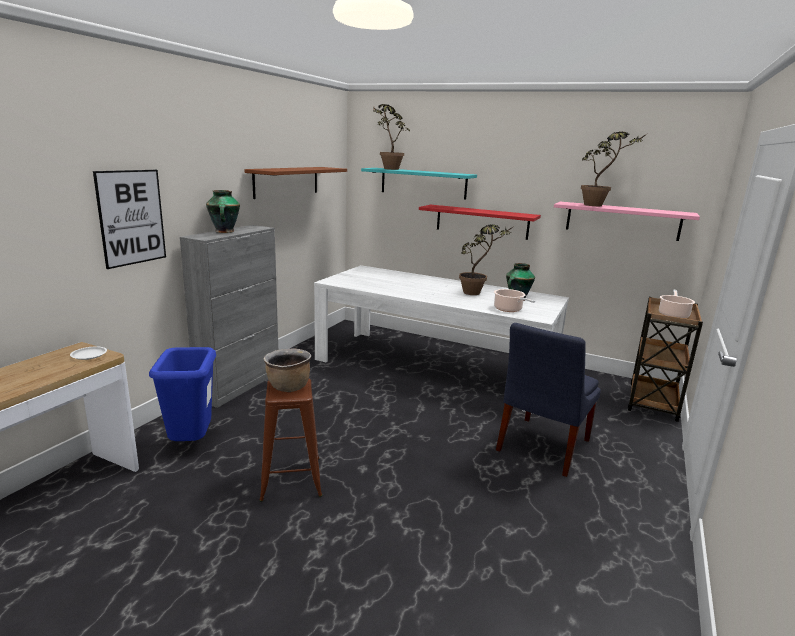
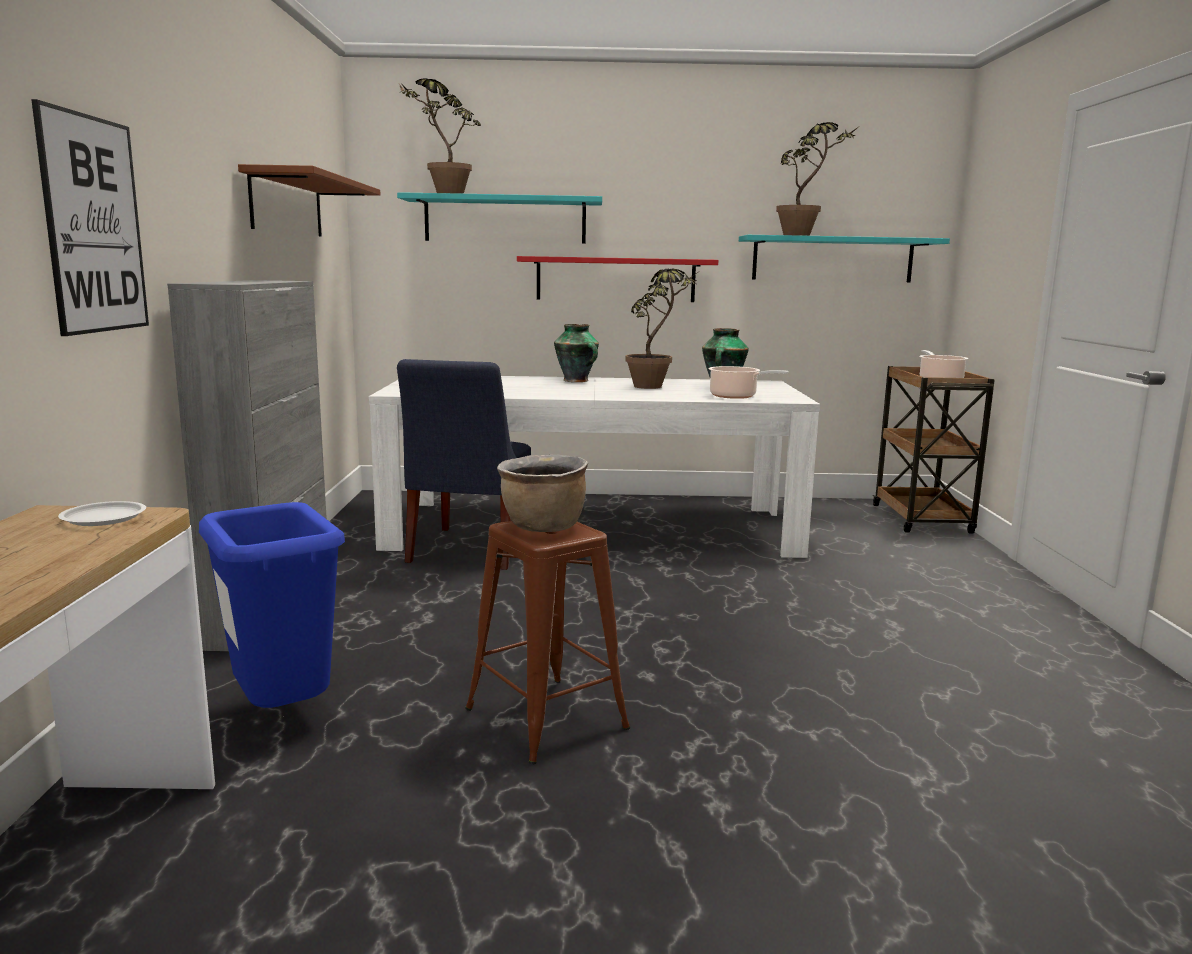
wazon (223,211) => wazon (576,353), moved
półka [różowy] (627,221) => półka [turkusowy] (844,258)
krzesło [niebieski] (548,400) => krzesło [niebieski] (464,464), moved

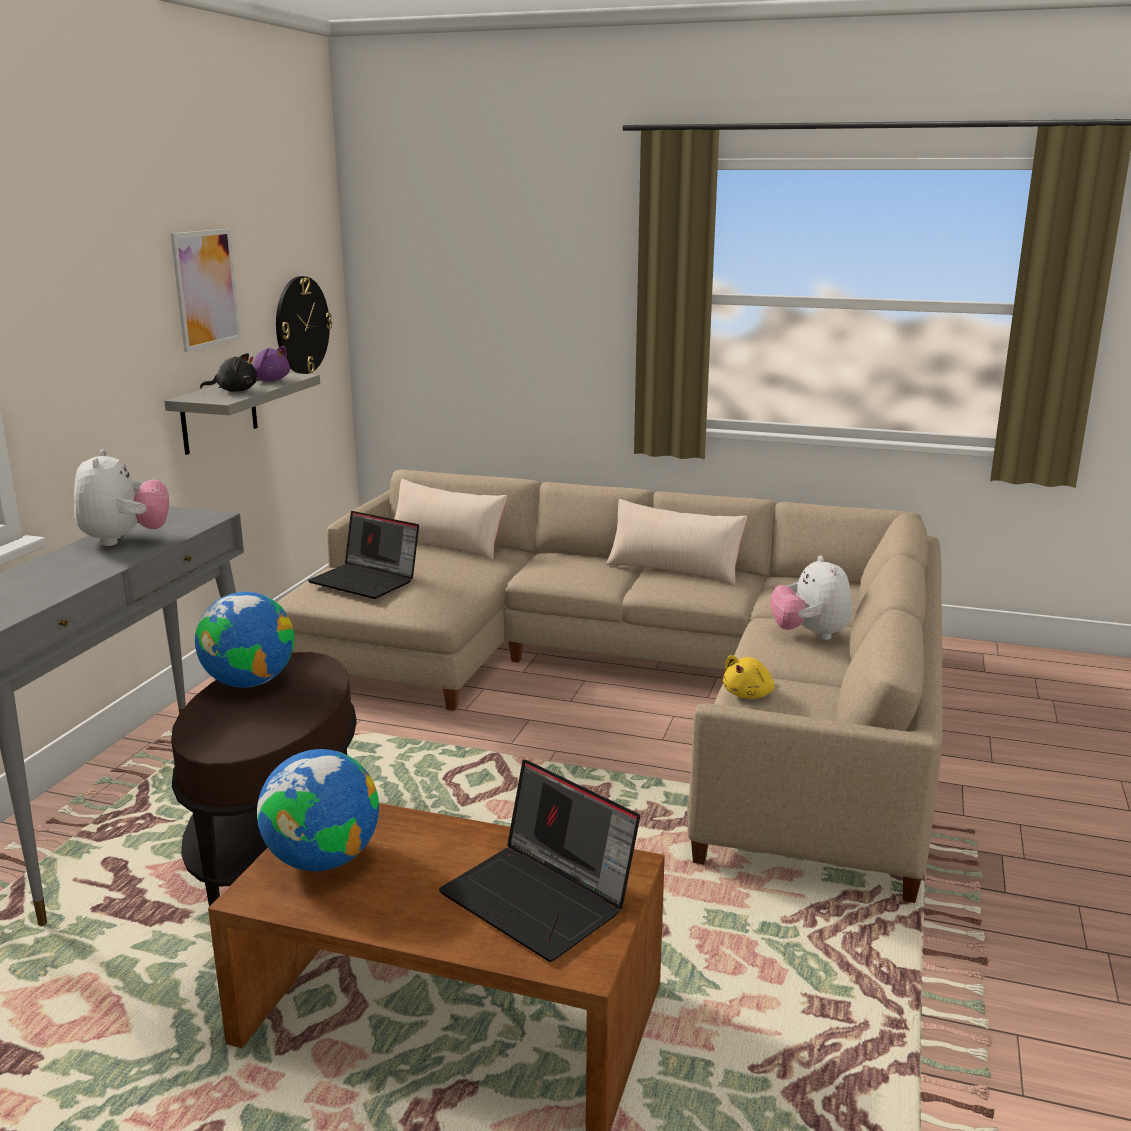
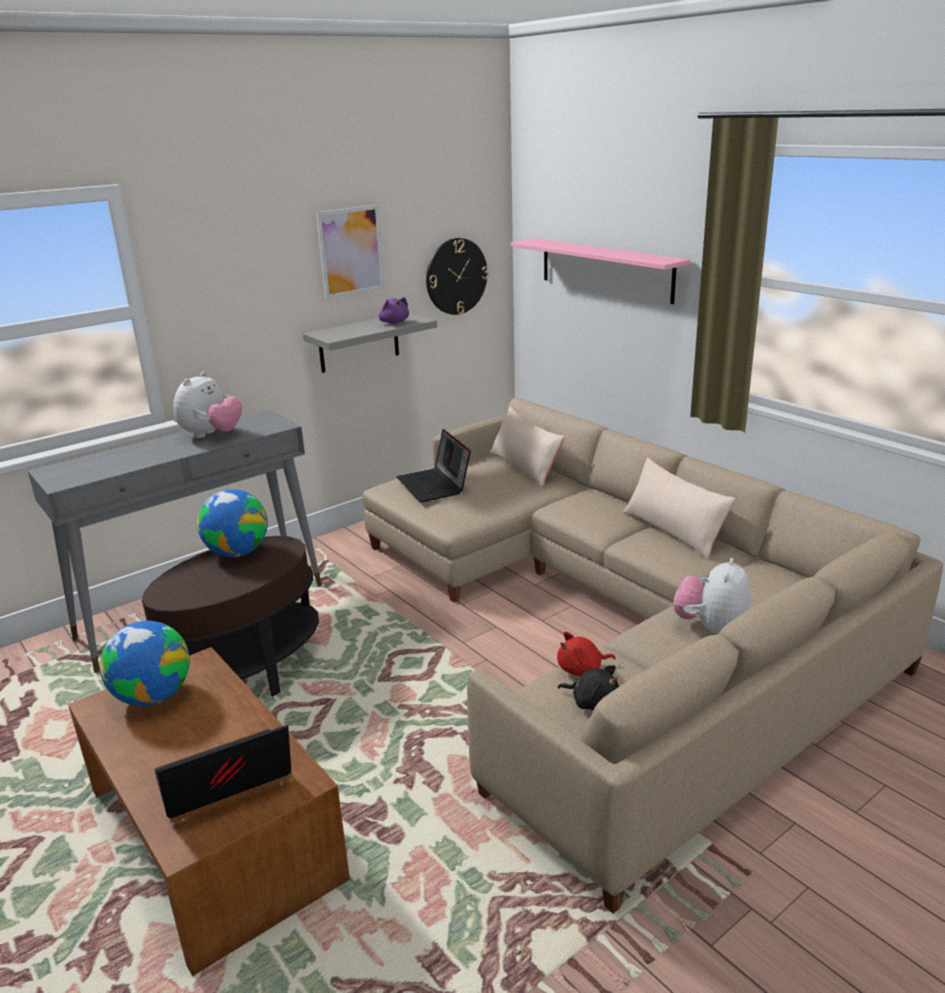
pluszak [czarny] (229,372) => pluszak [czarny] (588,687), moved
pluszak [żółty] (748,677) => pluszak [czerwony] (586,654)
laptop (539,860) => laptop (222,771), 75 degrees clockwise
nothing => półka [różowy] (601,271)

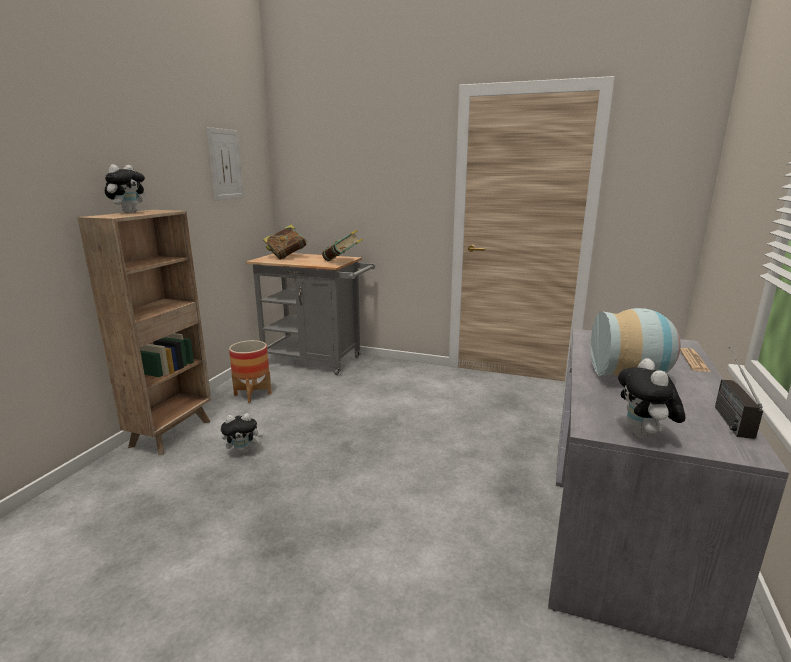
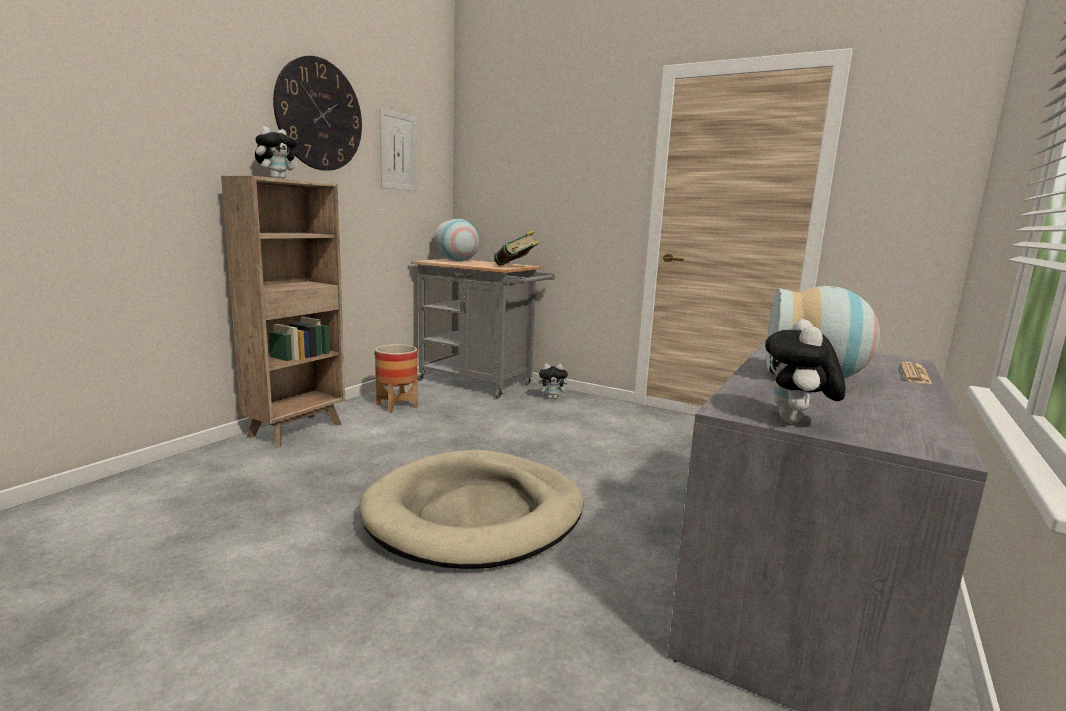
książka (285,242) => wazon (456,240)
radio (739,393) => nothing
pluszak (242,434) => pluszak (554,381), moved
nothing => zegar ścienny (317,113)
nothing => legowisko [beżowy] (472,509)

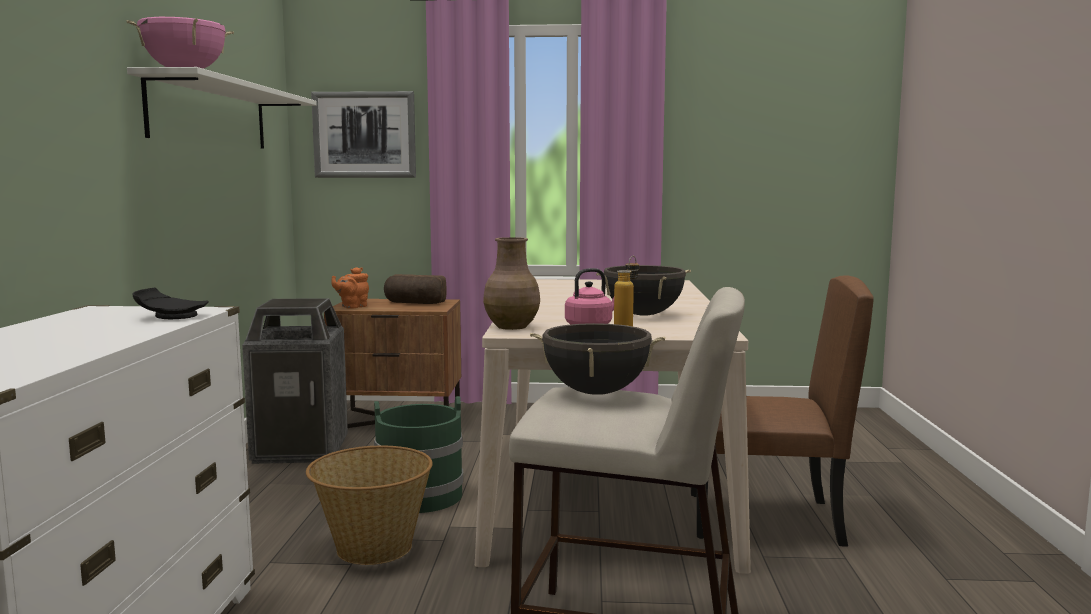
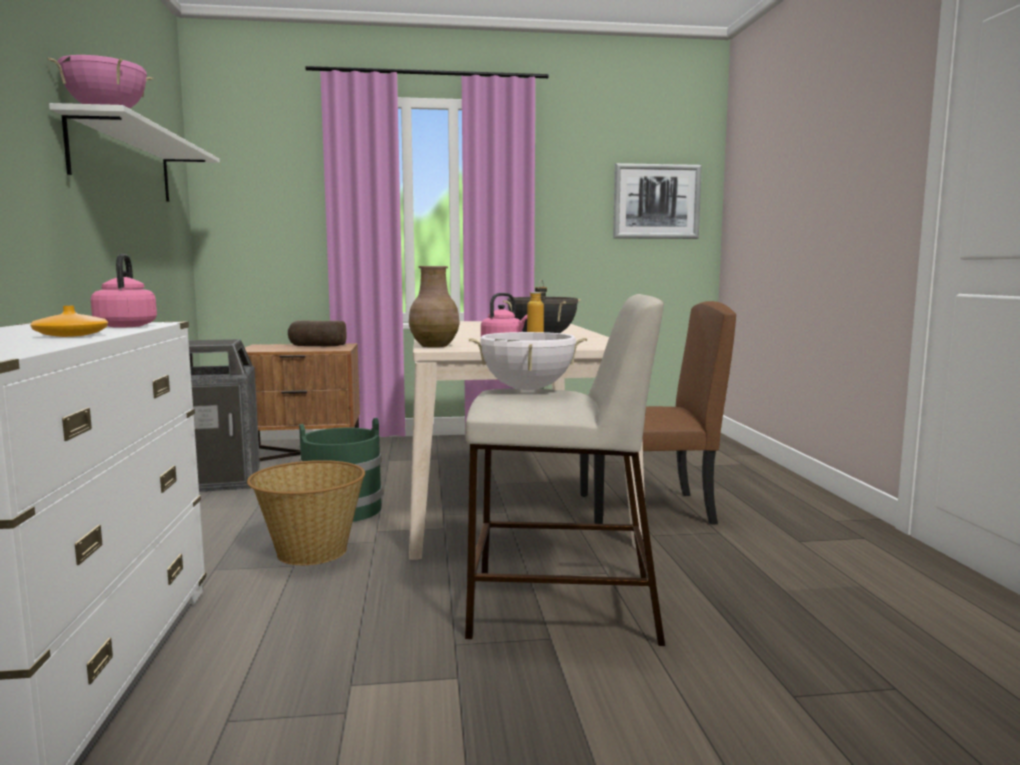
obraz (363,134) => obraz (657,201), moved
imbryk [pomarańczowy] (350,288) => nothing
talerz [czarny] (171,304) => czajnik [różowy] (124,291)
garnek [czarny] (598,359) => garnek [biały] (527,361)
nothing => wazon [pomarańczowy] (69,321)

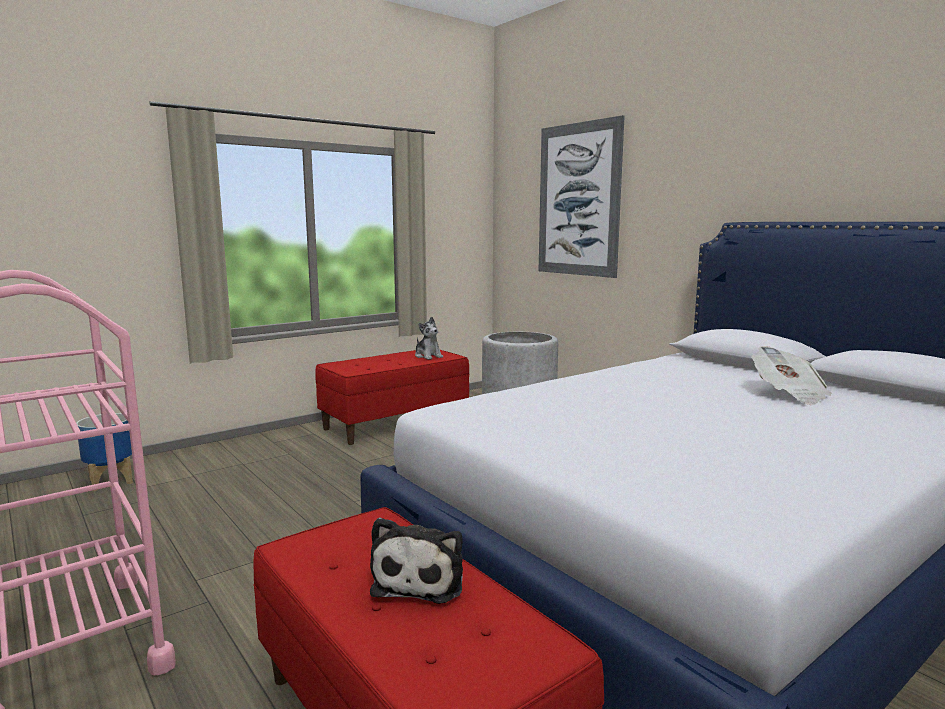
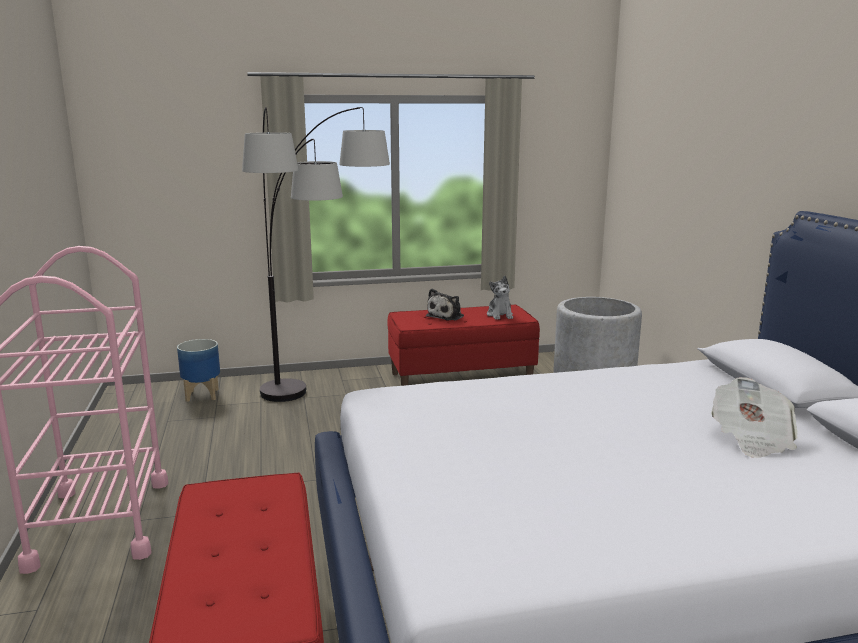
obraz (582,196) => nothing
pluszak (416,560) => pluszak (445,304), moved
nothing => lampa stojąca (316,254)

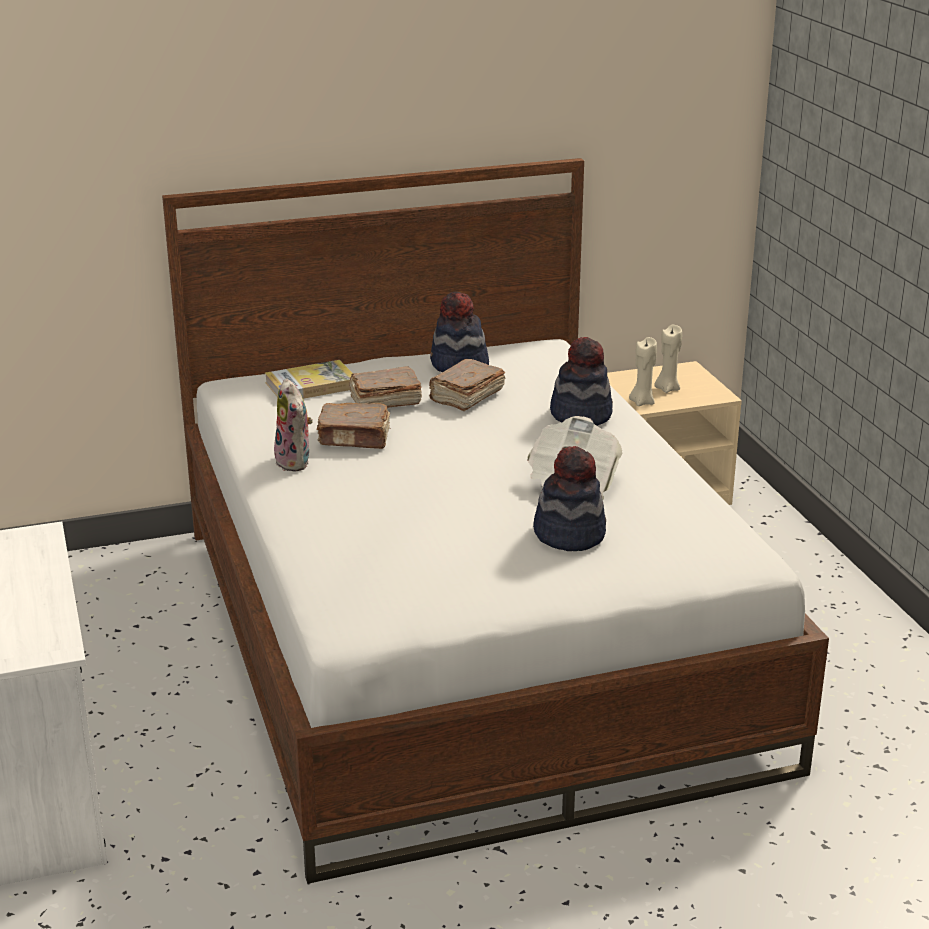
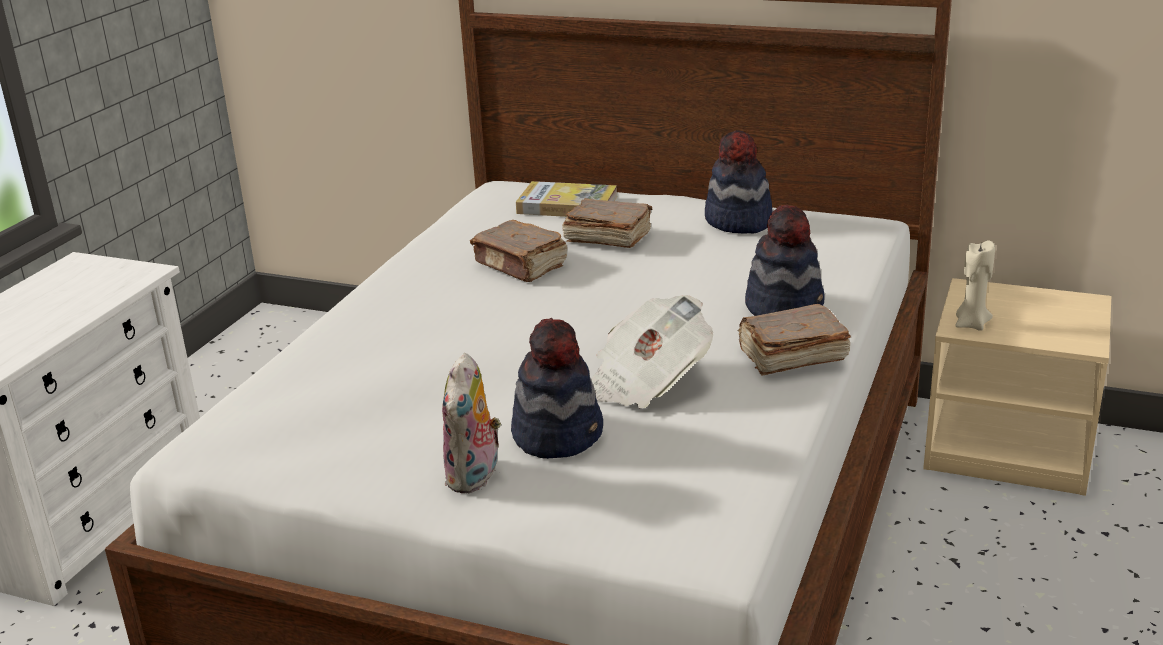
świeca [beżowy] (668,359) => nothing
książka [brązowy] (467,385) => książka [brązowy] (794,339), moved
pluszak (293,424) => pluszak (471,423), moved

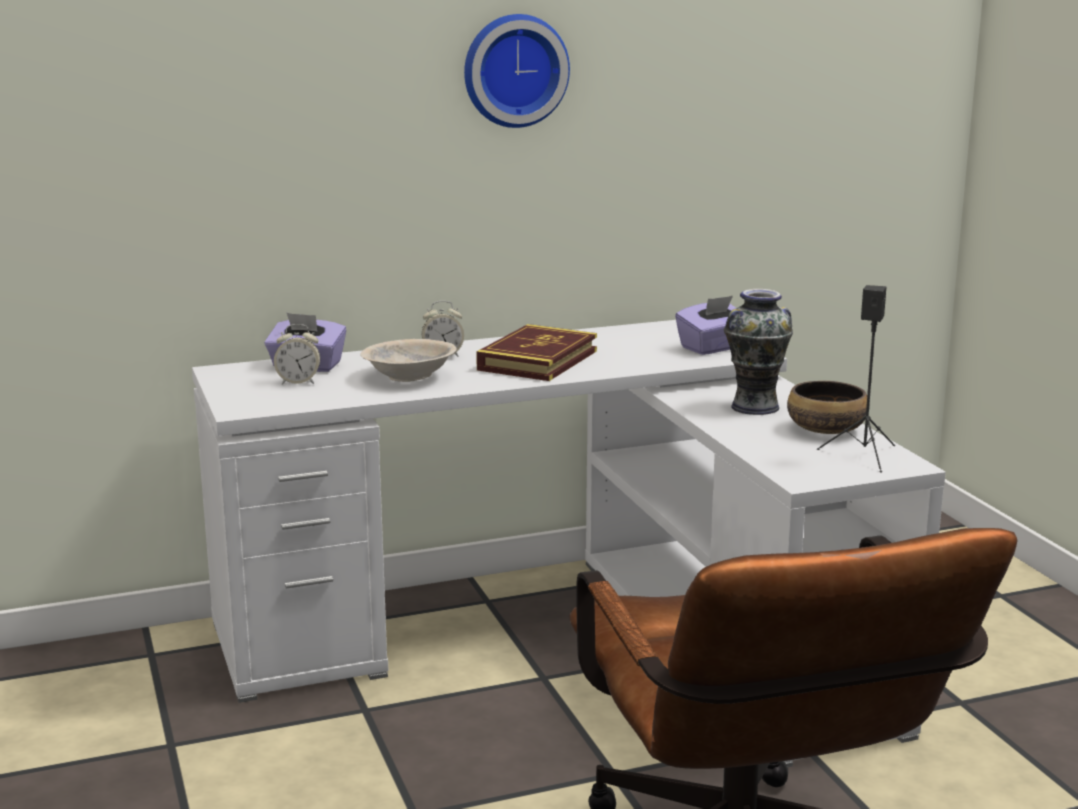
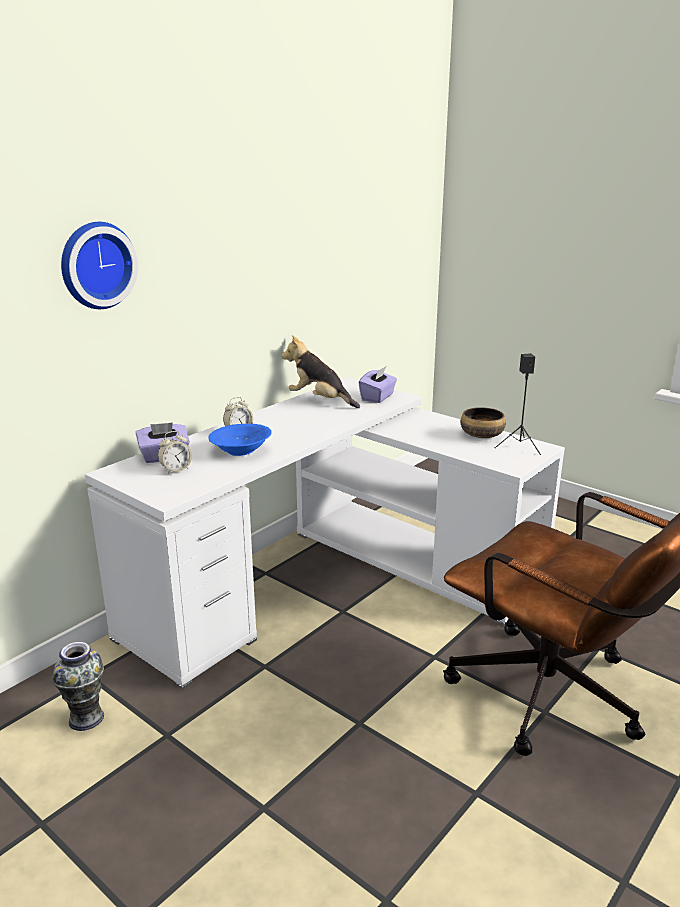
zegar ścienny (517,71) => zegar ścienny (99,265), moved
wazon (758,352) => wazon (78,686), moved
książka (536,352) => nothing
miska [beżowy] (408,360) => miska [niebieski] (239,440)
nothing => pluszak (321,371)

